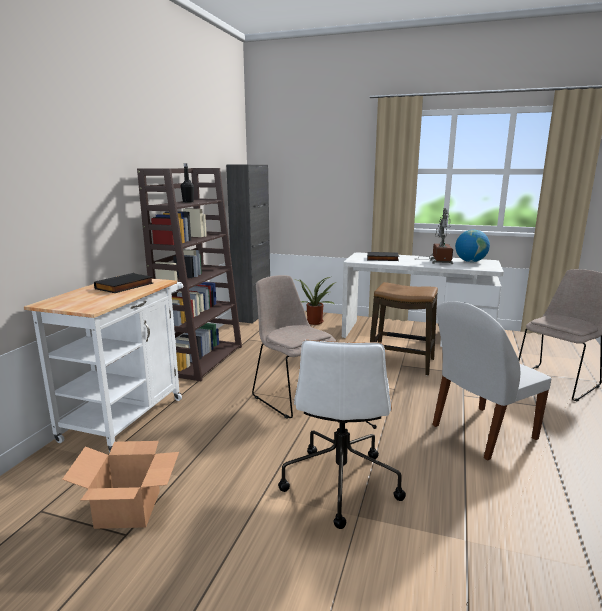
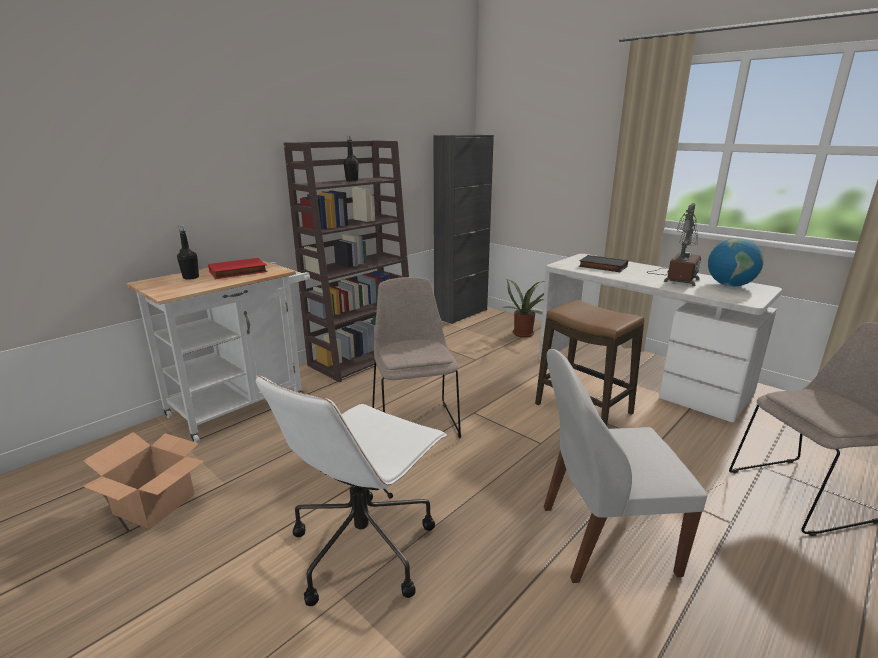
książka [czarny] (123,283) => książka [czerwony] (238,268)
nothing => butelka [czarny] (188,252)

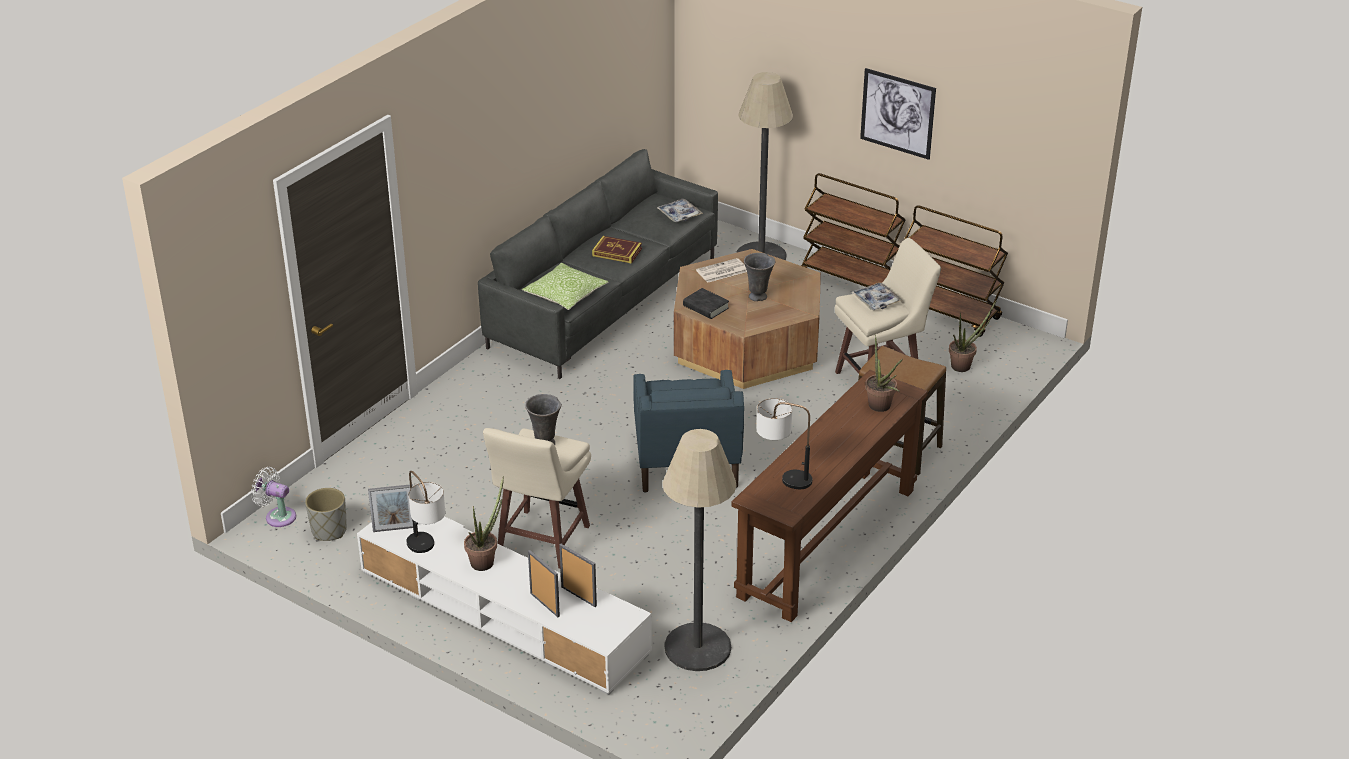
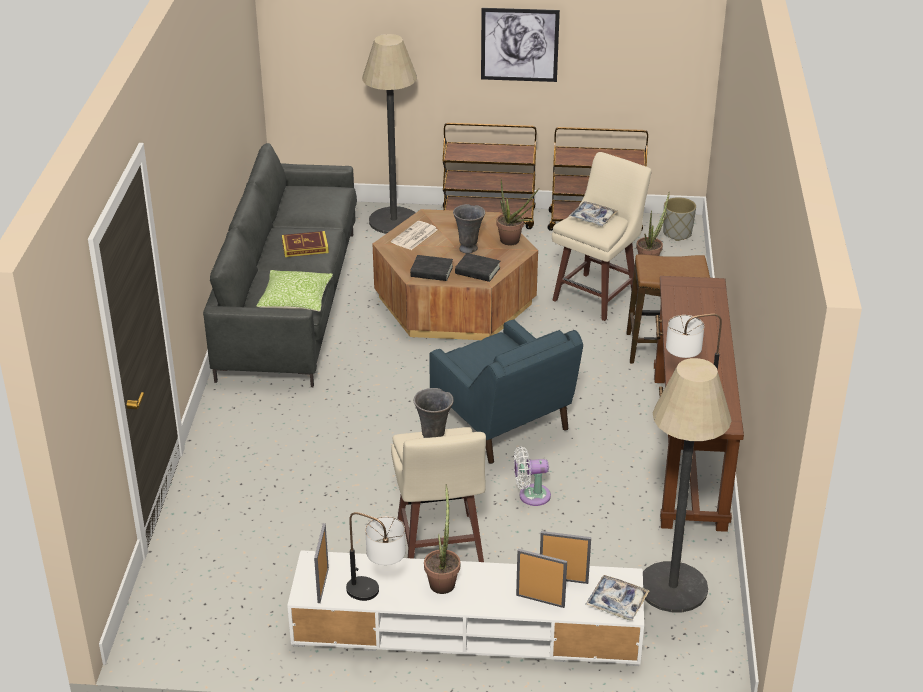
taca (680,210) => taca (618,598), moved
roślina doniczkowa (884,373) => roślina doniczkowa (517,212), moved
wentylator [biały] (273,497) => wentylator [biały] (532,476), moved
ramka na zdjęcie (390,508) => ramka na zdjęcie (321,563), 135 degrees clockwise
donica [szary] (326,514) => donica [szary] (679,219), moved
nothing => książka [czarny] (477,267)

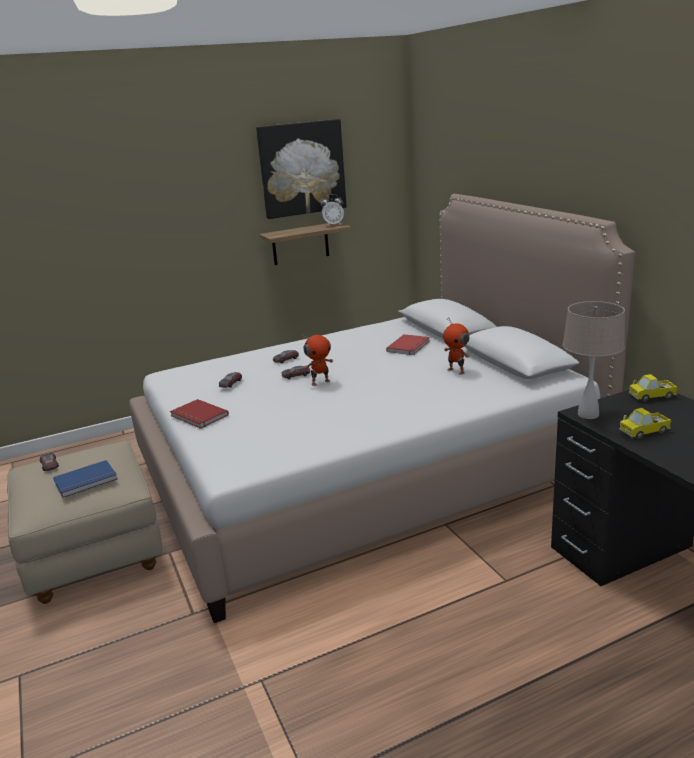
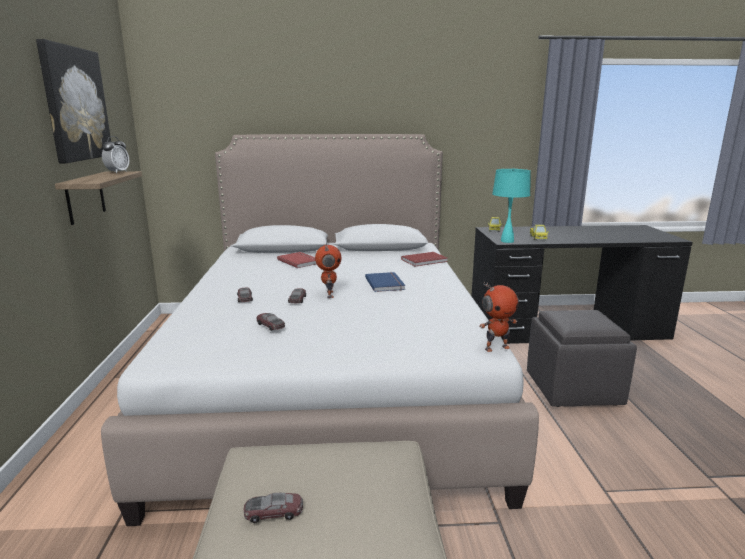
lampa stołowa [beżowy] (593,360) => lampa stołowa [turkusowy] (511,205)
robot zabawkowy (456,346) => robot zabawkowy (499,316), moved
książka [czerwony] (199,414) => książka [czerwony] (424,259), moved
książka [niebieski] (85,479) => książka [niebieski] (385,282), moved
nothing => pufa [szary] (582,358)

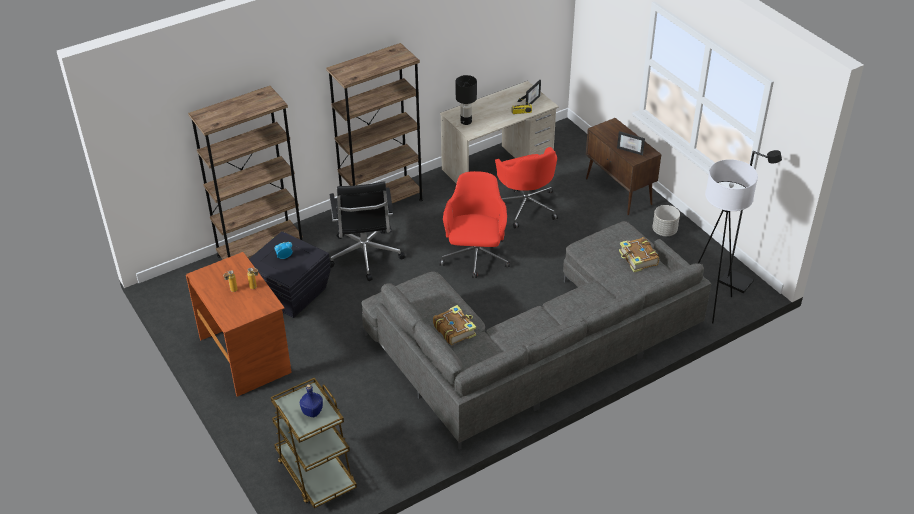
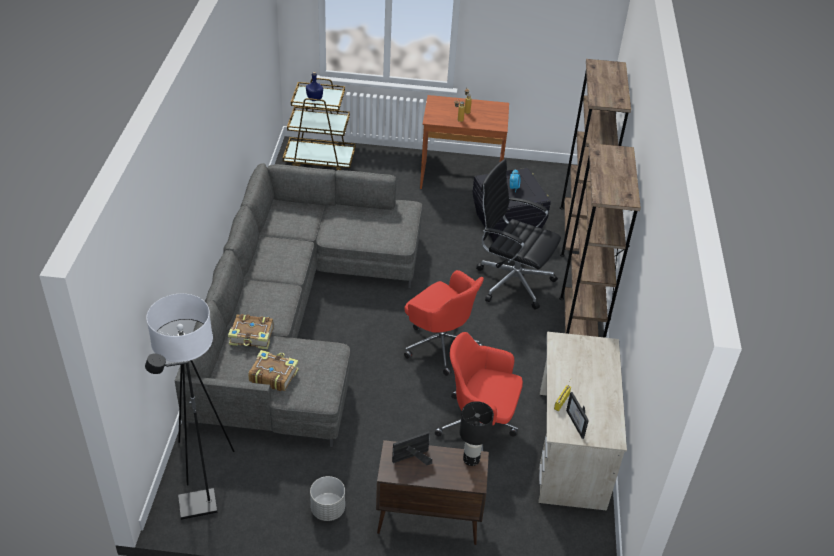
lampa stołowa [czarny] (466,100) => lampa stołowa [czarny] (476,433), moved
książka (454,325) => książka (251,331), moved

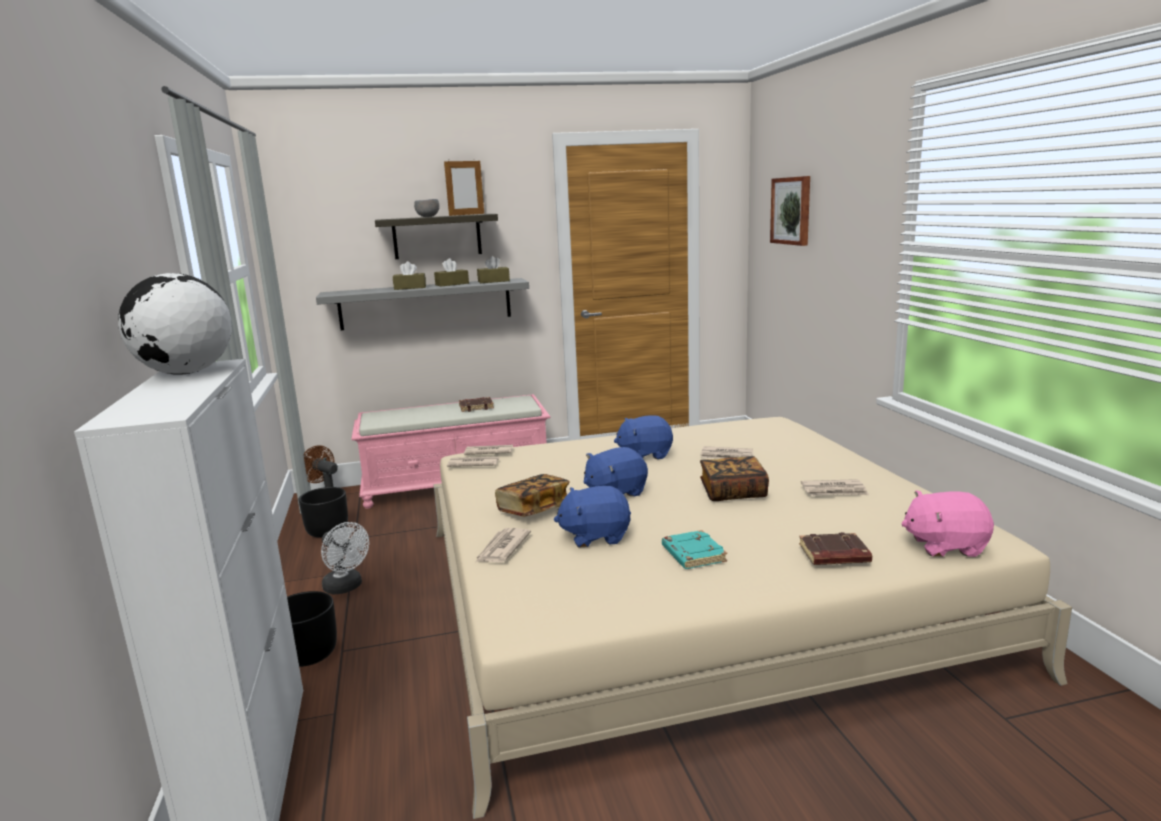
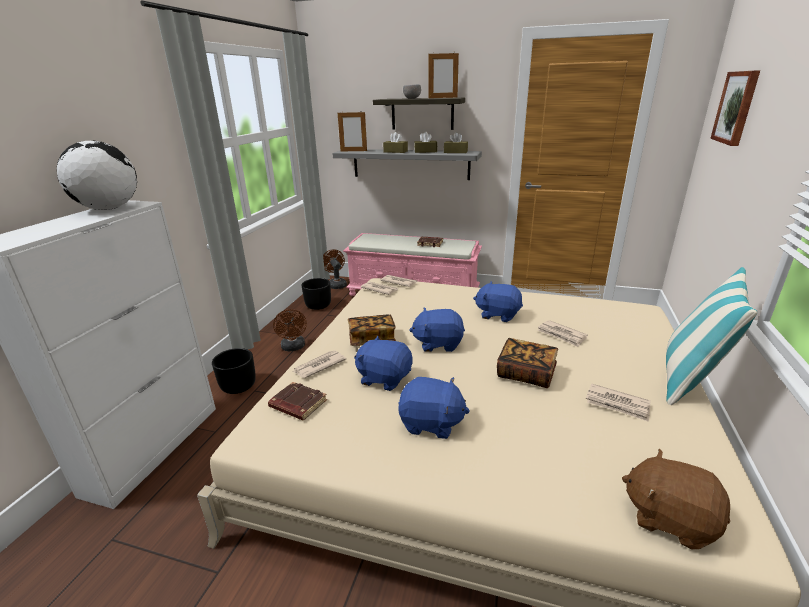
pluszak [różowy] (947,523) => pluszak [brązowy] (676,499)
wentylator [biały] (345,558) => wentylator [brązowy] (290,330)
książka [turkusowy] (694,549) => pluszak [niebieski] (434,408)
książka [brązowy] (835,548) => książka [brązowy] (297,401), moved
nothing => ramka na zdjęcie (352,131)
nothing => poduszka (711,336)

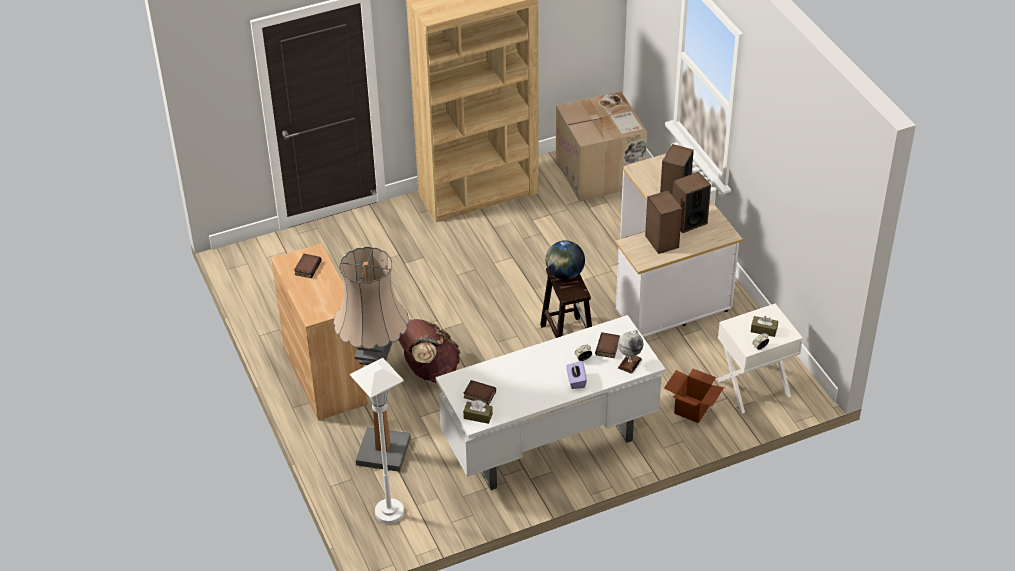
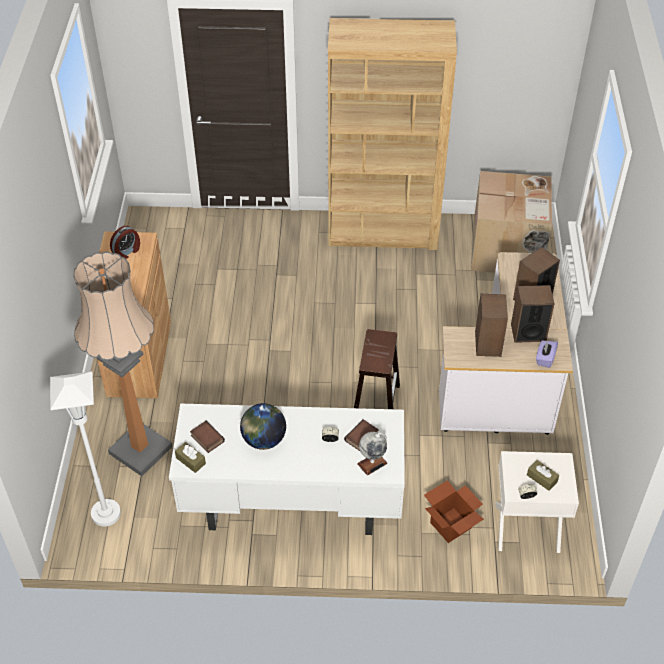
globus (565,260) => globus (263,426), moved
książka (308,266) => budzik (125,242)
plecak [brązowy] (429,350) => nothing
pudełko chusteczek [fioletowy] (577,375) => pudełko chusteczek [fioletowy] (547,354), moved

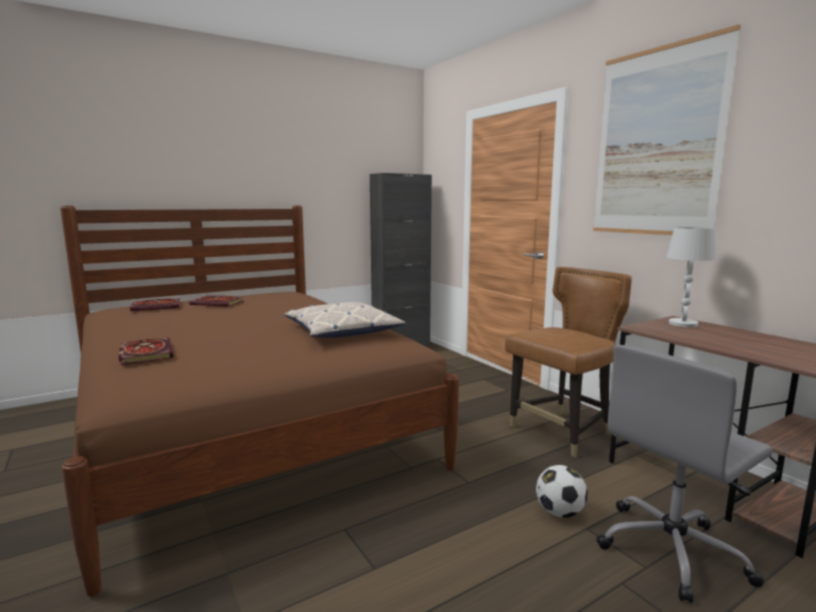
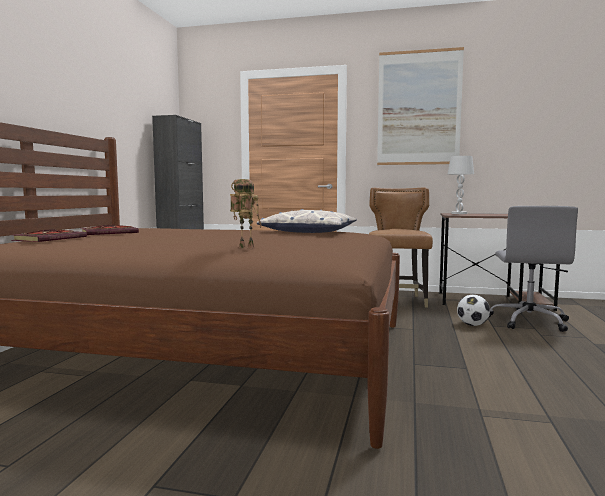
książka (146,351) => robot zabawkowy (245,214)

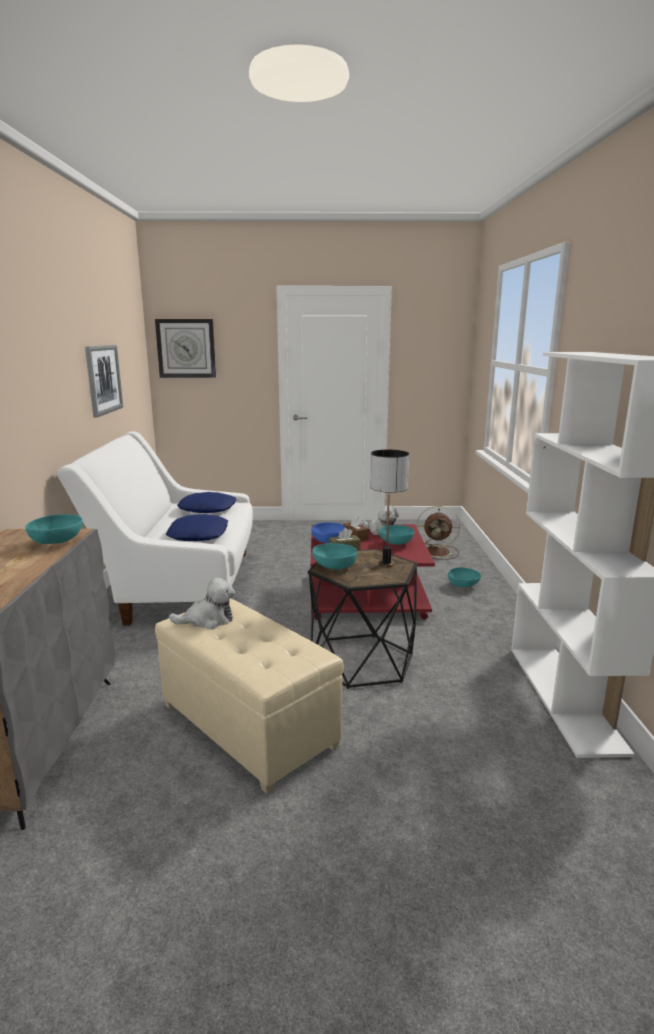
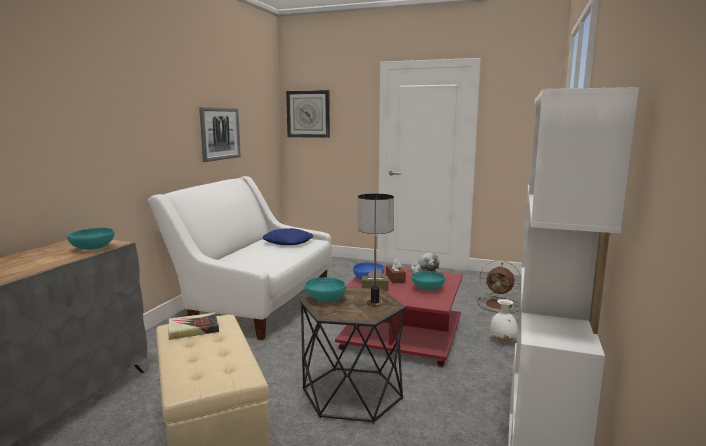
poduszka [niebieski] (197,527) => nothing
miska [turkusowy] (464,577) => wazon [biały] (504,320)
pluszak (202,603) => książka (193,326)

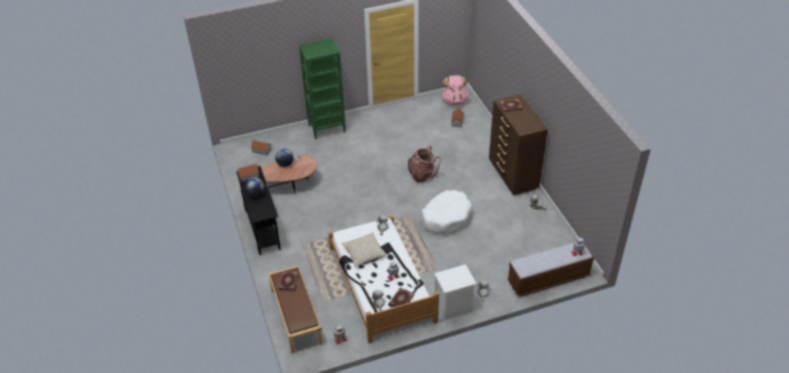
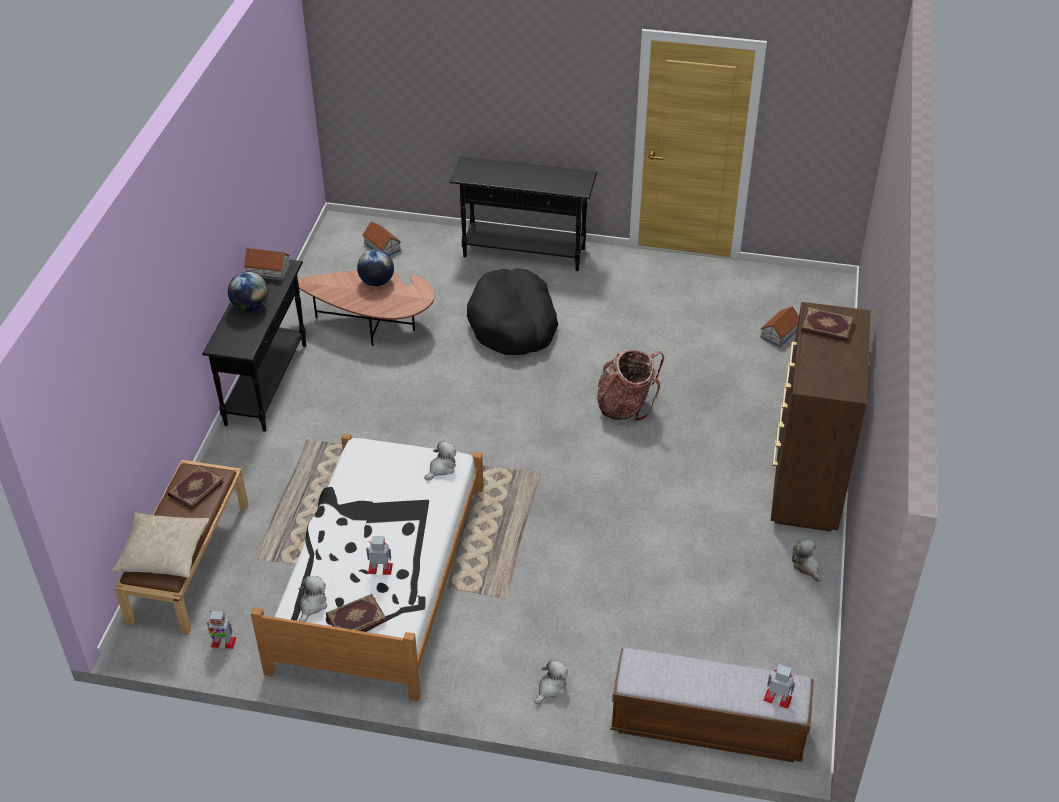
regał [zielony] (322,89) => stolik konsolowy [czarny] (523,213)
plecak [różowy] (455,90) => nothing
legowisko [biały] (446,212) => nothing
poduszka [beżowy] (364,249) => poduszka [beżowy] (160,545), moved
szafka nocna [biały] (455,292) => nothing
nothing => legowisko [czarny] (512,311)

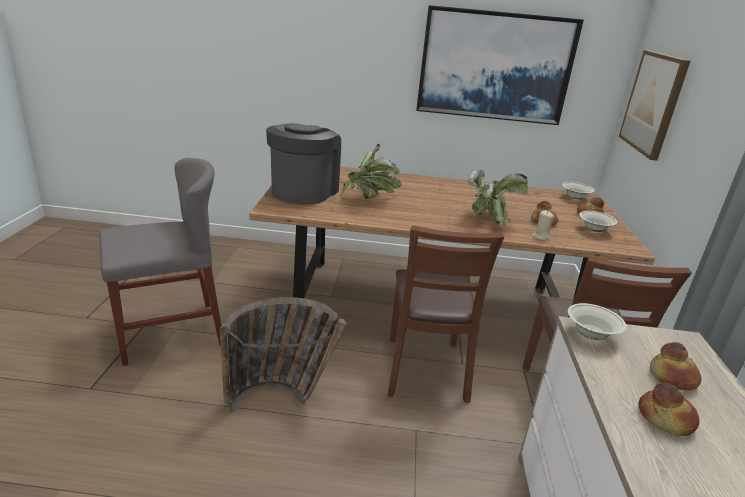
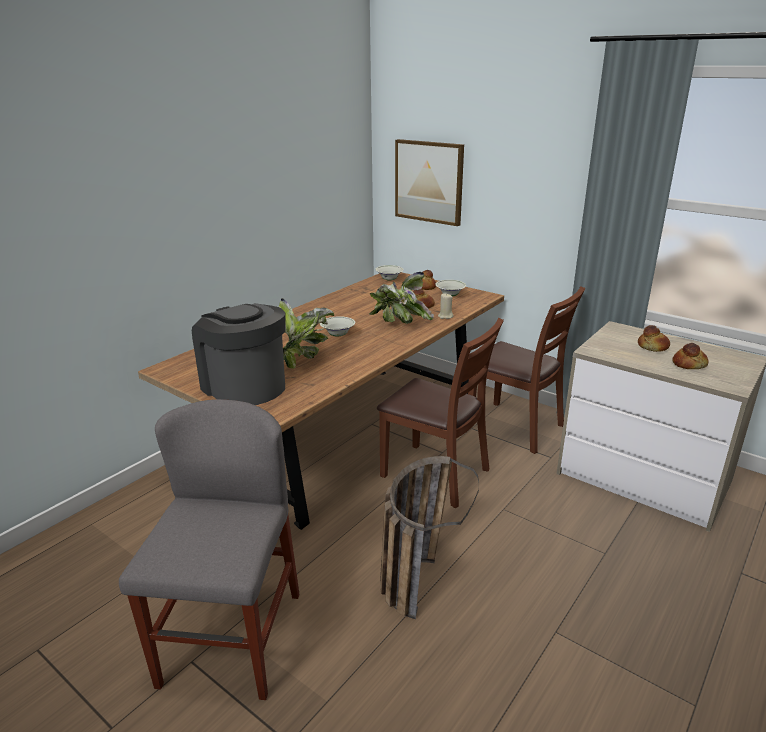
obraz (500,65) => nothing
miska [biały] (597,321) => miska [biały] (337,326), moved

